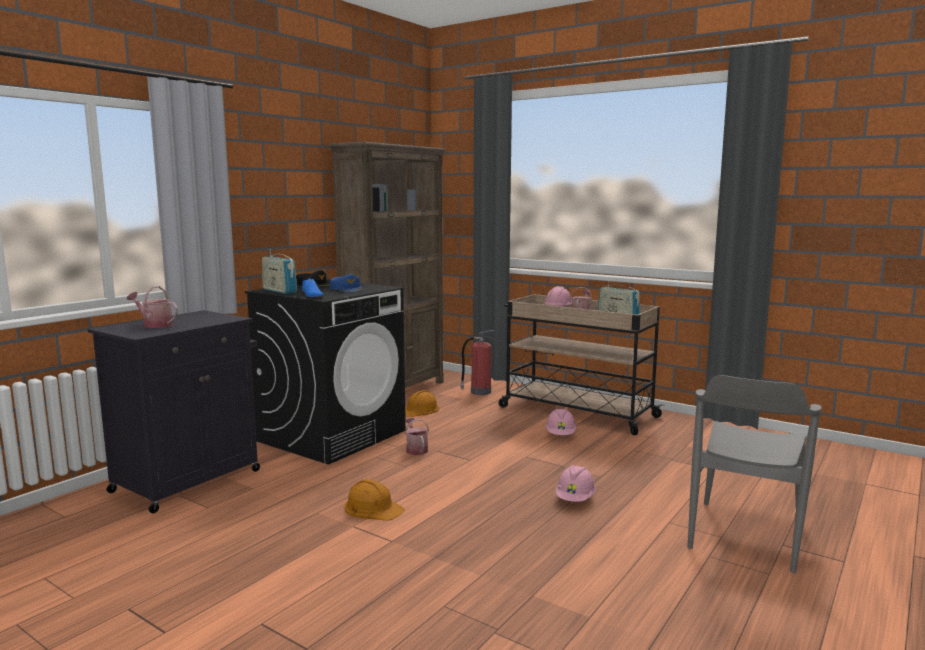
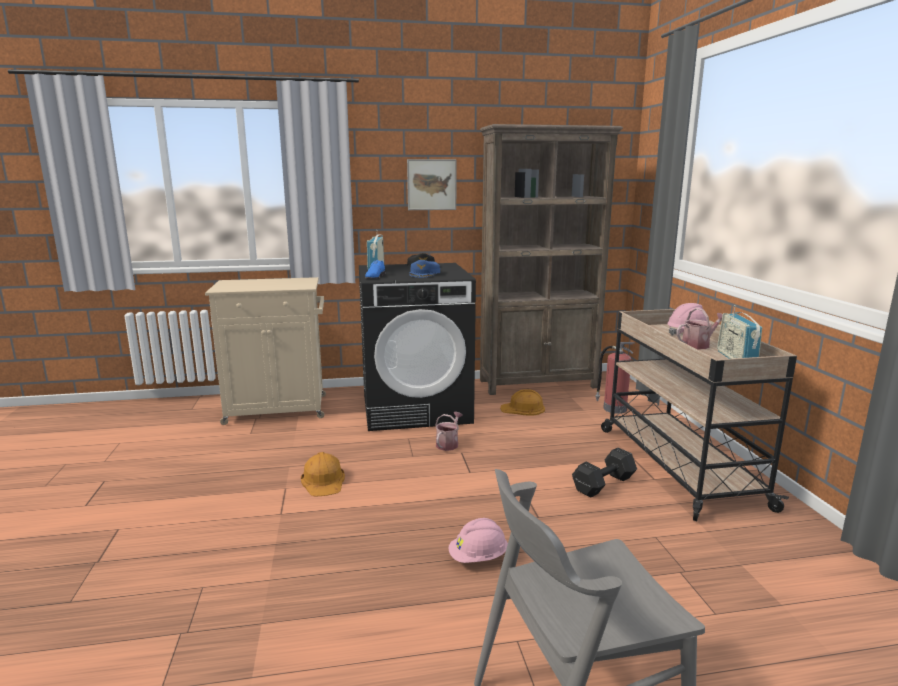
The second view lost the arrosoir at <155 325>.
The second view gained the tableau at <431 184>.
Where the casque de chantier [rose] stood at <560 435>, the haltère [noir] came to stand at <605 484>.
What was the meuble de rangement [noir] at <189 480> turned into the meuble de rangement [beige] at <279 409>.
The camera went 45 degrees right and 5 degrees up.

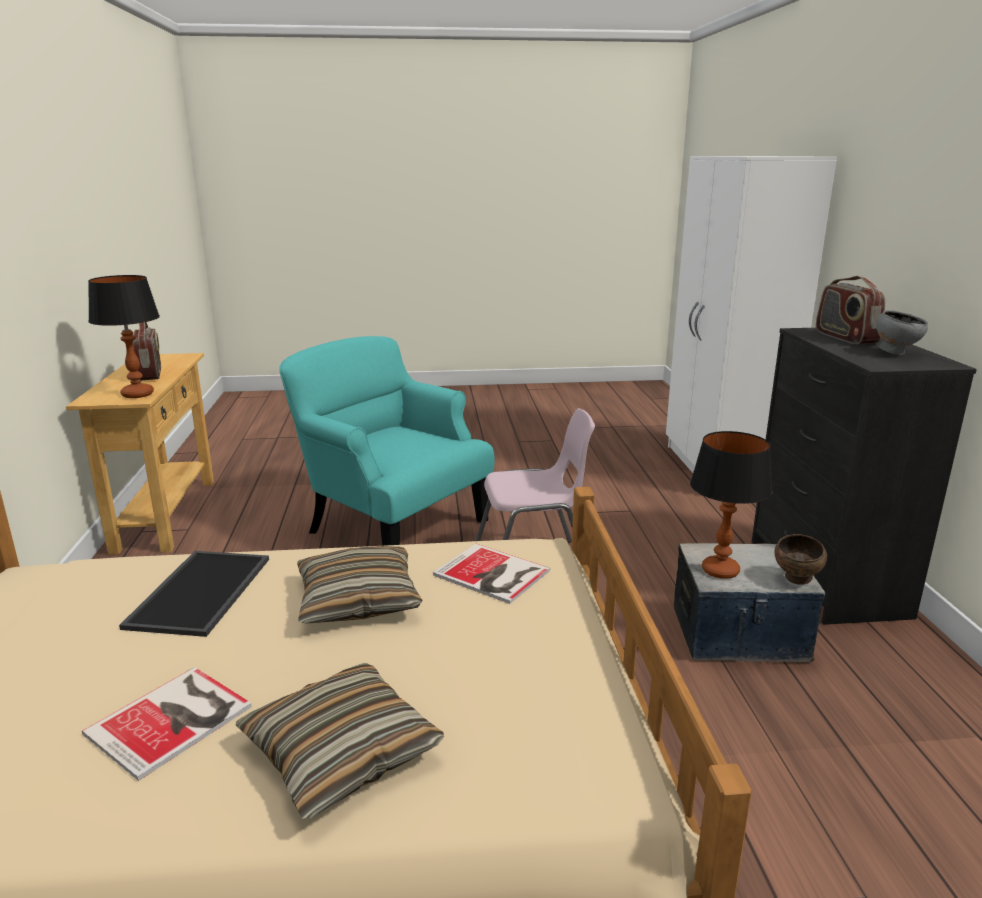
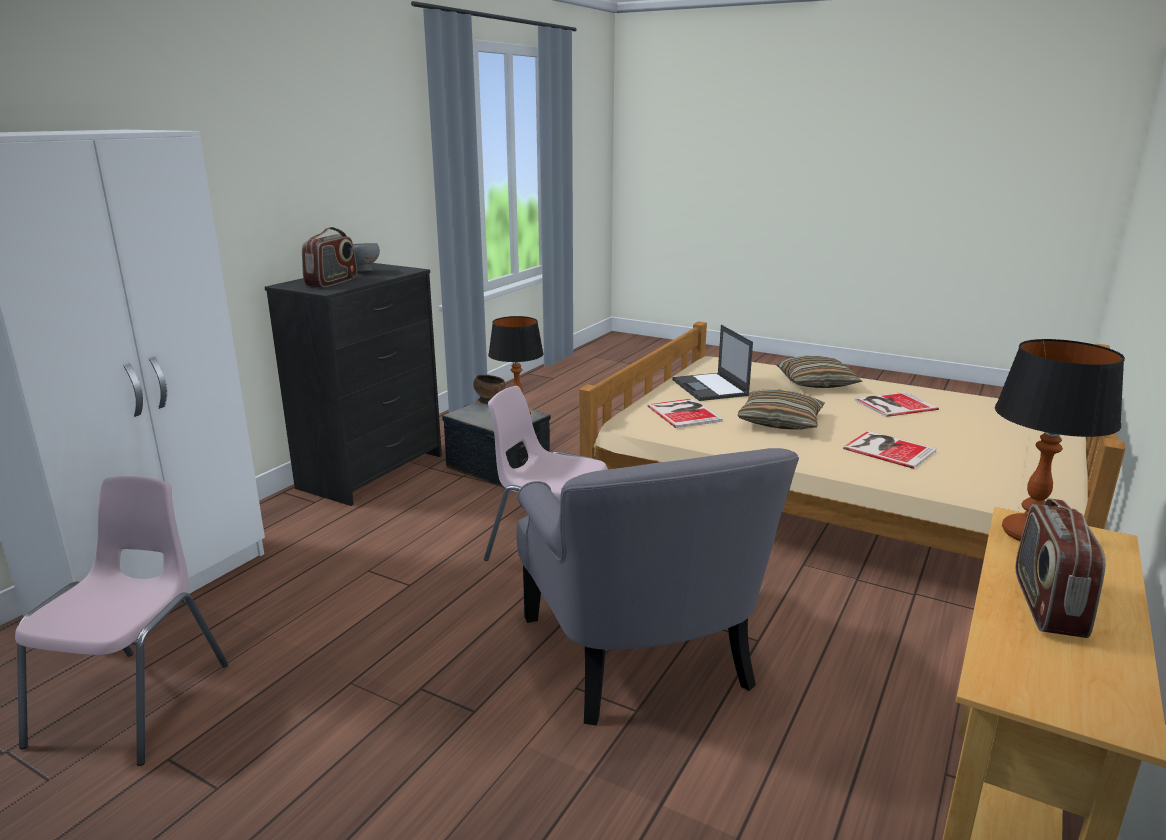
The second view gained the chaise [rose] at <136 702>.
The second view gained the ordinateur portable at <710 388>.
Where the plateau stood at <202 593>, the livre came to stand at <887 449>.
What was the fauteuil [turquoise] at <392 526> turned into the fauteuil [gris] at <642 653>.
The camera went 145 degrees left and 0 degrees up.

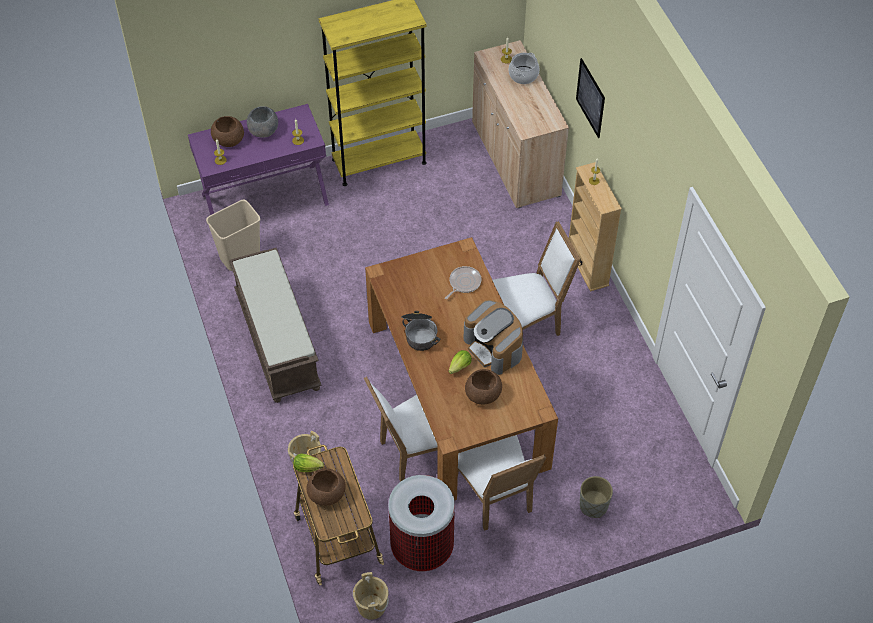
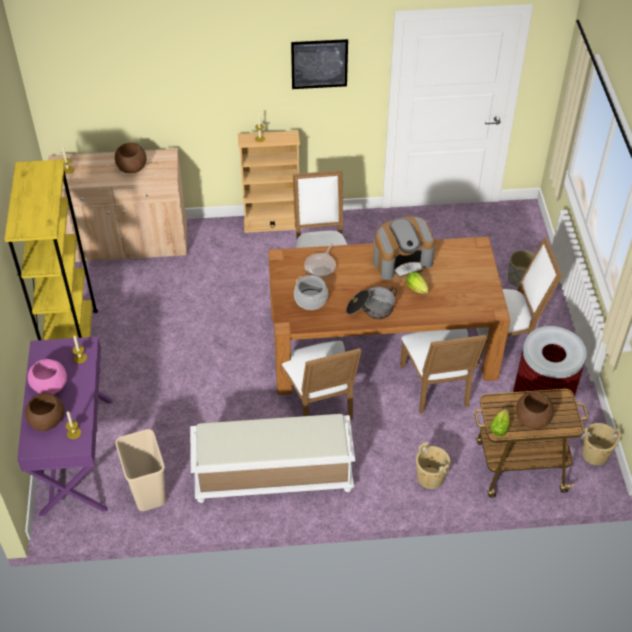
The second view gained the chaise [blanc] at <320 405>.
The bol [marron] ended up elsewhere, having gone from <482 395> to <132 168>.
The marmite ended up elsewhere, having gone from <523 75> to <311 299>.
The tableau ended up elsewhere, having gone from <590 98> to <319 64>.
What was the banc [marron] at <276 340> turned into the banc [blanc] at <272 477>.
What was the bol [gris] at <263 131> turned into the bol [rose] at <50 386>.
The poêle at <463 283> ended up facing another way, 120 degrees counterclockwise from before.
The camera went 75 degrees left and 5 degrees down.

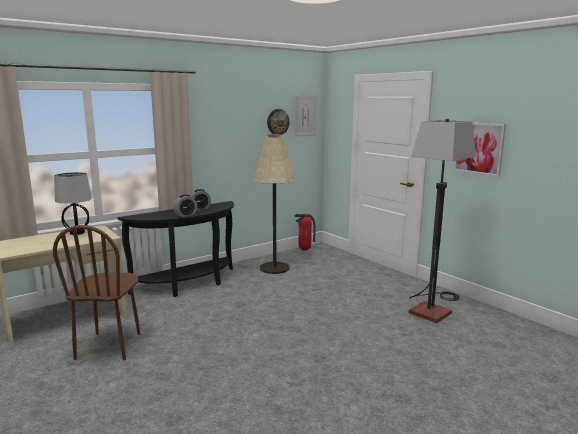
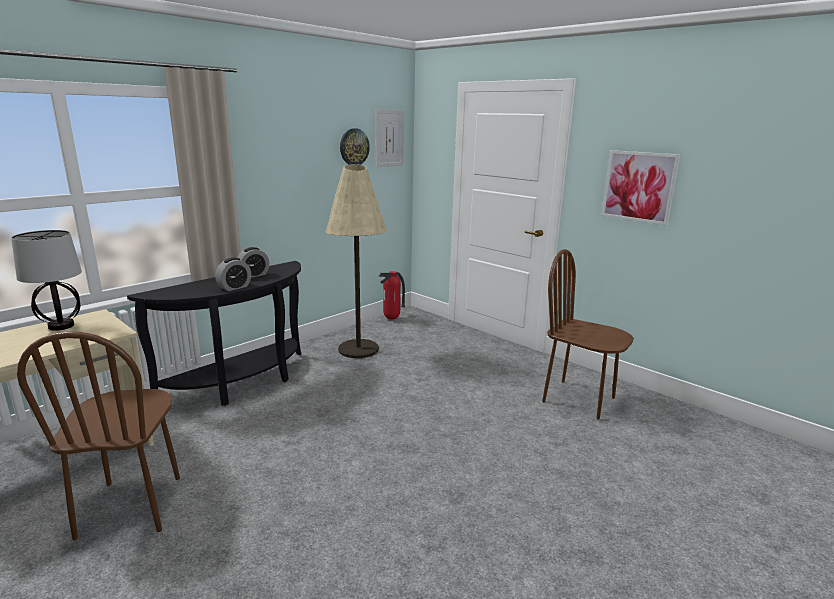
Where the lampadaire stood at <432 308>, the chaise [marron] came to stand at <579 399>.
The camera went 10 degrees left and 5 degrees up.

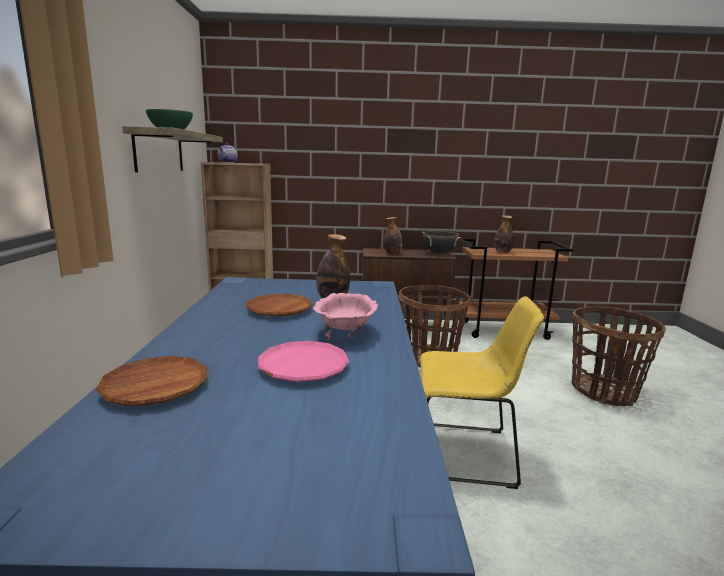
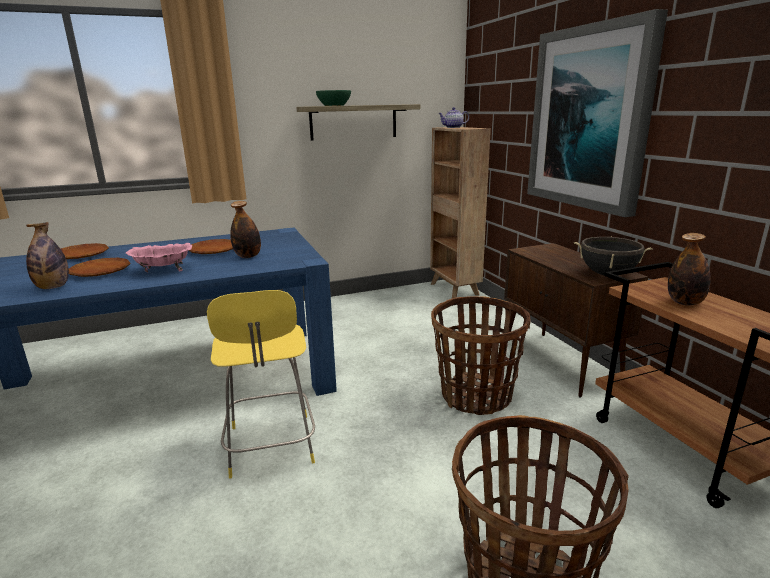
The second view gained the tableau at <589 118>.
The bouteille ended up elsewhere, having gone from <392 254> to <53 287>.
Where the chaise [jaune] stood at <463 453>, the tabouret [jaune] came to stand at <271 447>.
What was the assiette [rose] at <303 367> turned into the assiette [marron] at <100 271>.
The camera went 70 degrees right and 5 degrees up.

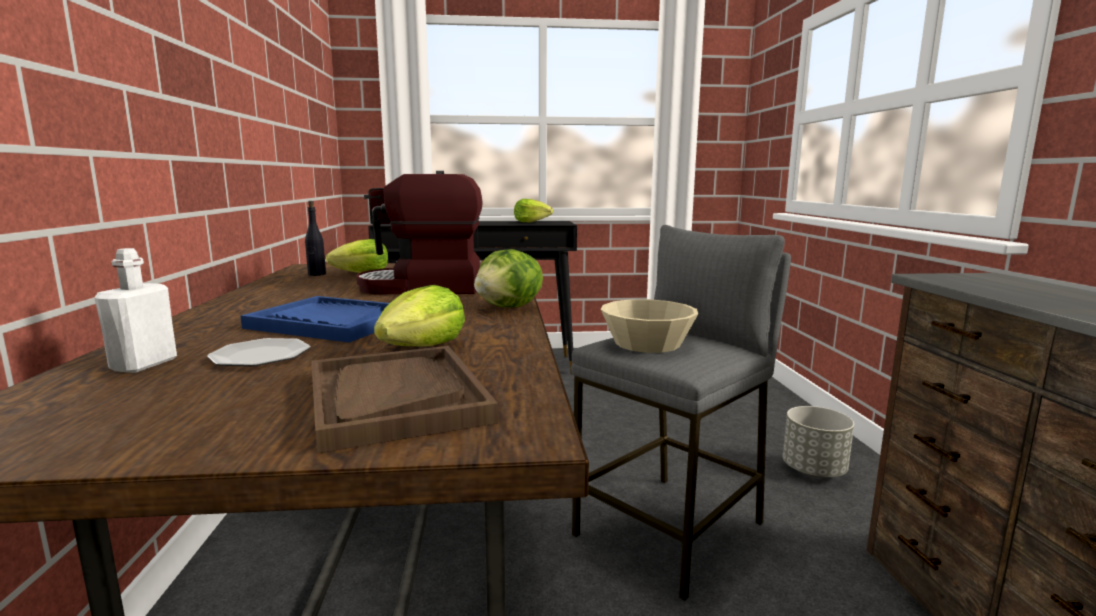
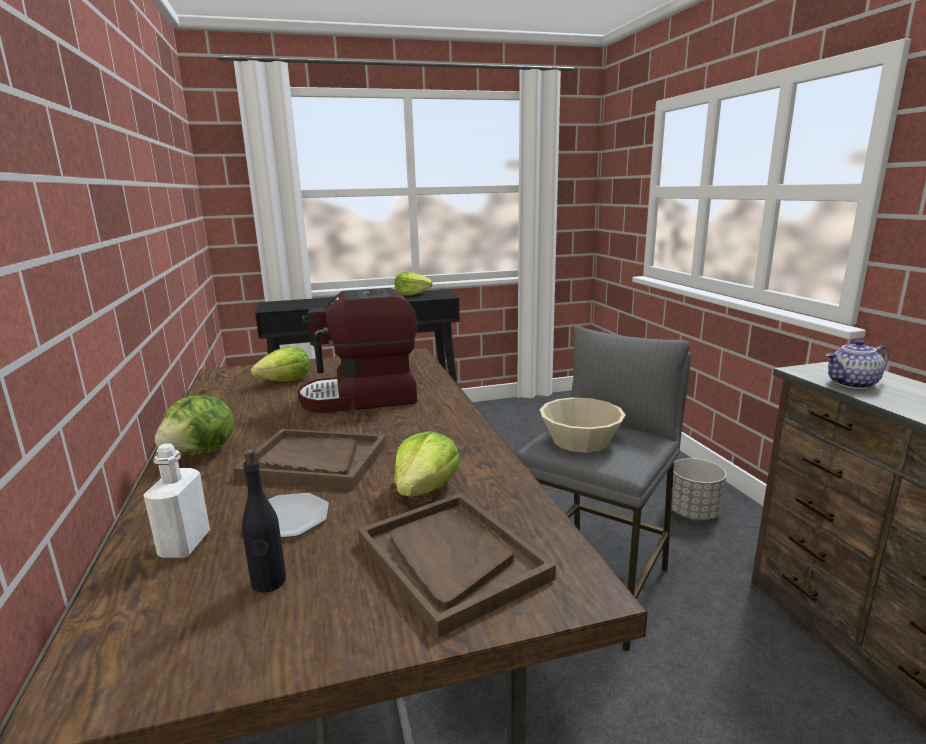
The second view gained the théière at <853 384>.
The bouteille [noir] ended up elsewhere, having gone from <316 274> to <268 582>.
The laitue ended up elsewhere, having gone from <510 307> to <202 453>.
What was the plateau [bleu] at <331 322> turned into the plateau [marron] at <314 461>.
The camera went 10 degrees left and 5 degrees up.

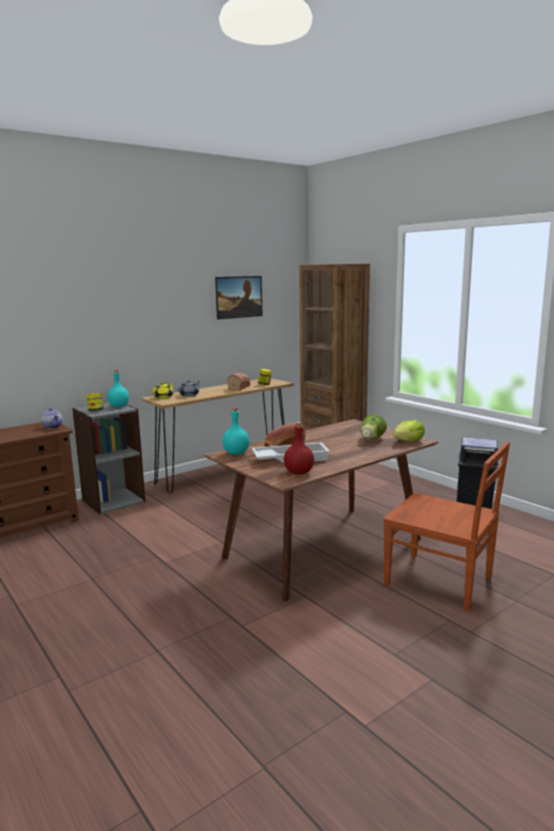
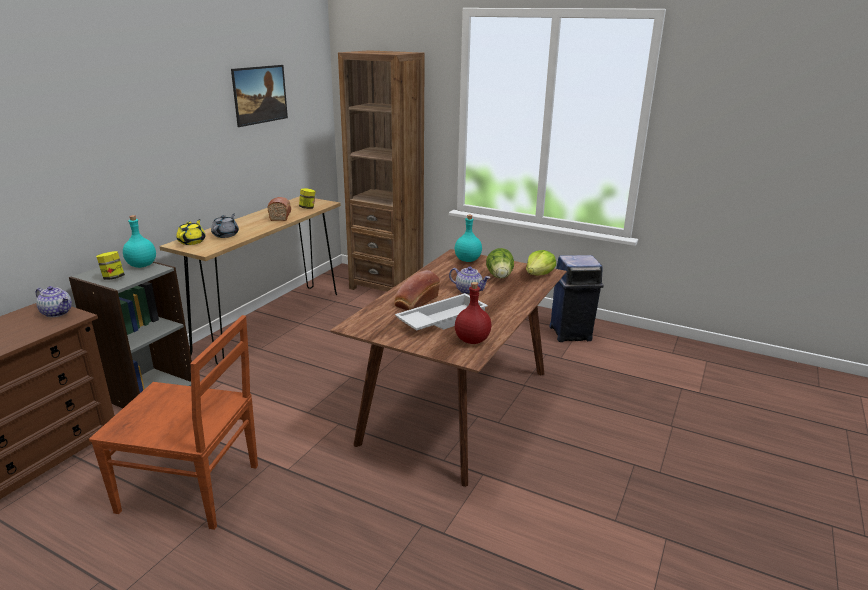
The second view gained the théière at <469 291>.
The bouteille [turquoise] ended up elsewhere, having gone from <236 453> to <468 260>.
The chaise [marron] ended up elsewhere, having gone from <441 582> to <193 489>.
The camera went 25 degrees left and 10 degrees up.

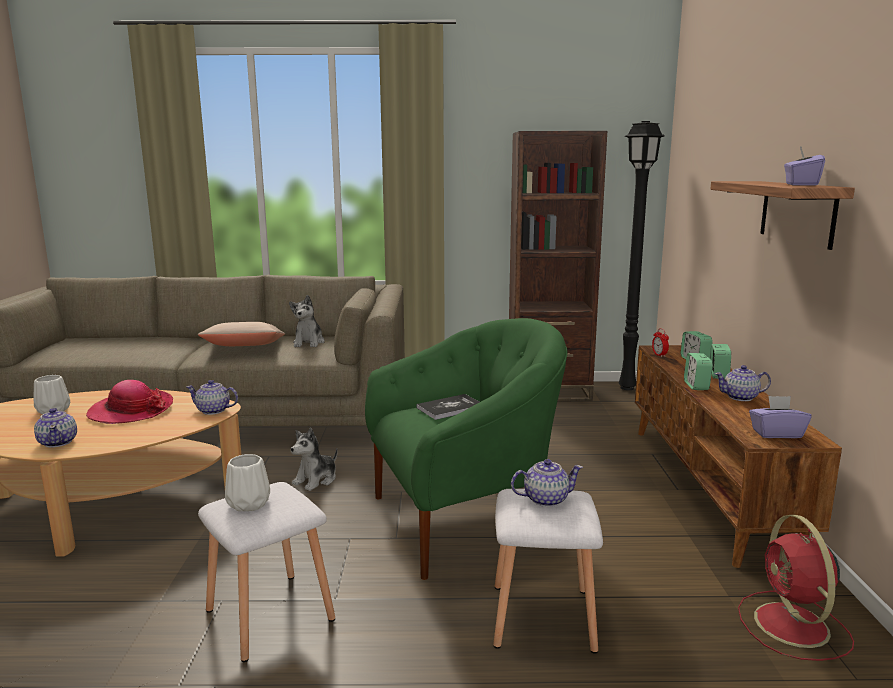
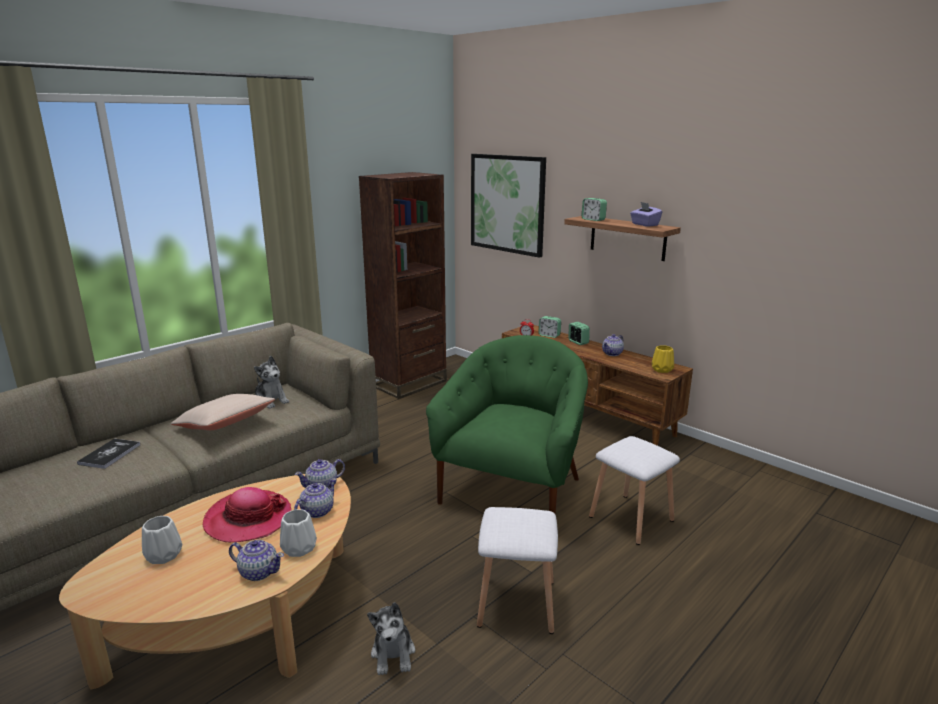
The second view lost the lampadaire [noir] at <628 388>.
The second view lost the ventilateur [rouge] at <793 627>.
The second view gained the tableau at <507 204>.
The vase [blanc] ended up elsewhere, having gone from <250 503> to <300 548>.
The peluche ended up elsewhere, having gone from <316 480> to <393 654>.
The livre ended up elsewhere, having gone from <450 408> to <110 454>.
The théière ended up elsewhere, having gone from <545 499> to <316 511>.
The réveil ended up elsewhere, having gone from <696 386> to <593 220>.
Where the boîte à mouchoirs [violet] stood at <776 433>, the vase [jaune] came to stand at <662 370>.
The camera went 45 degrees left and 5 degrees up.

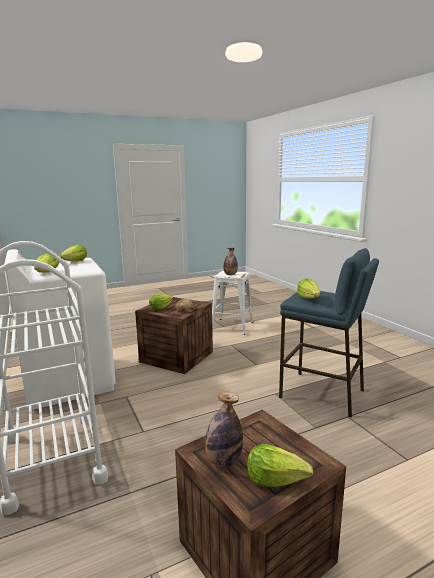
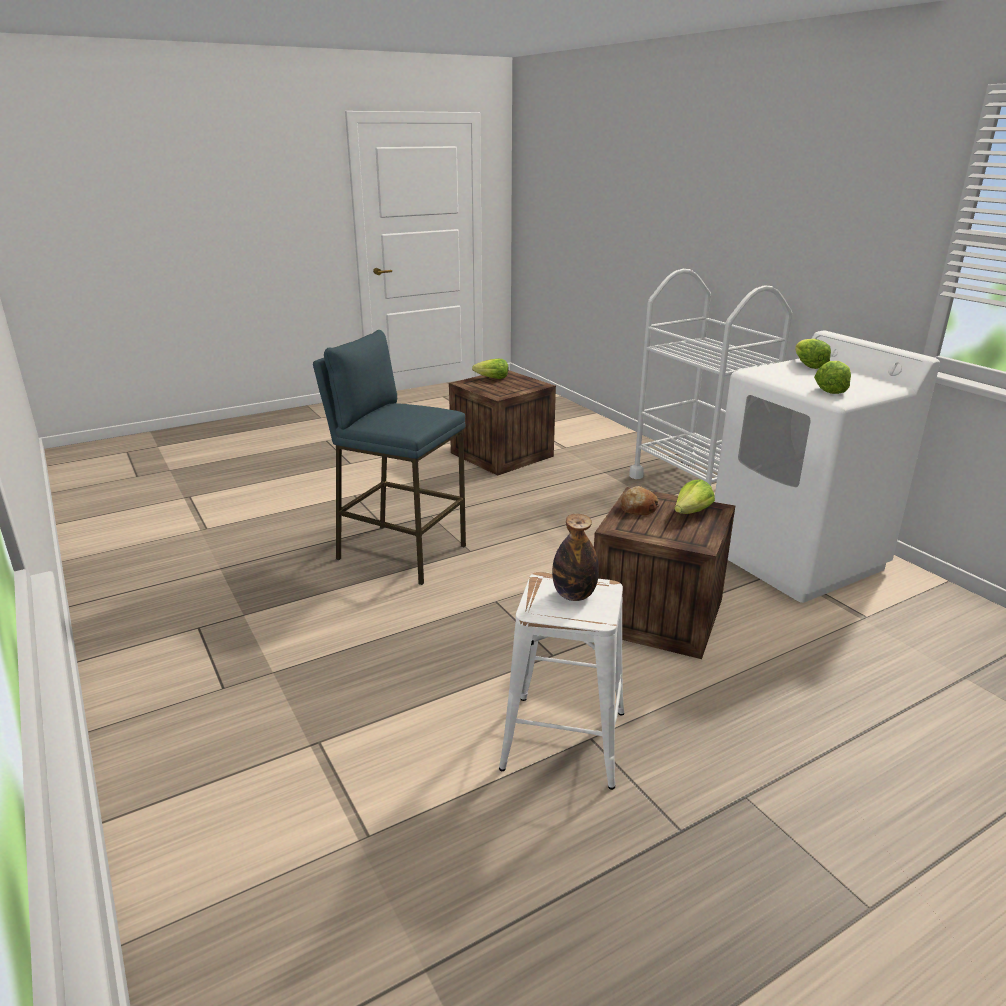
The second view lost the bouteille at <223 461>.
The second view lost the laitue at <309 298>.
The camera went 175 degrees right and 10 degrees up.

